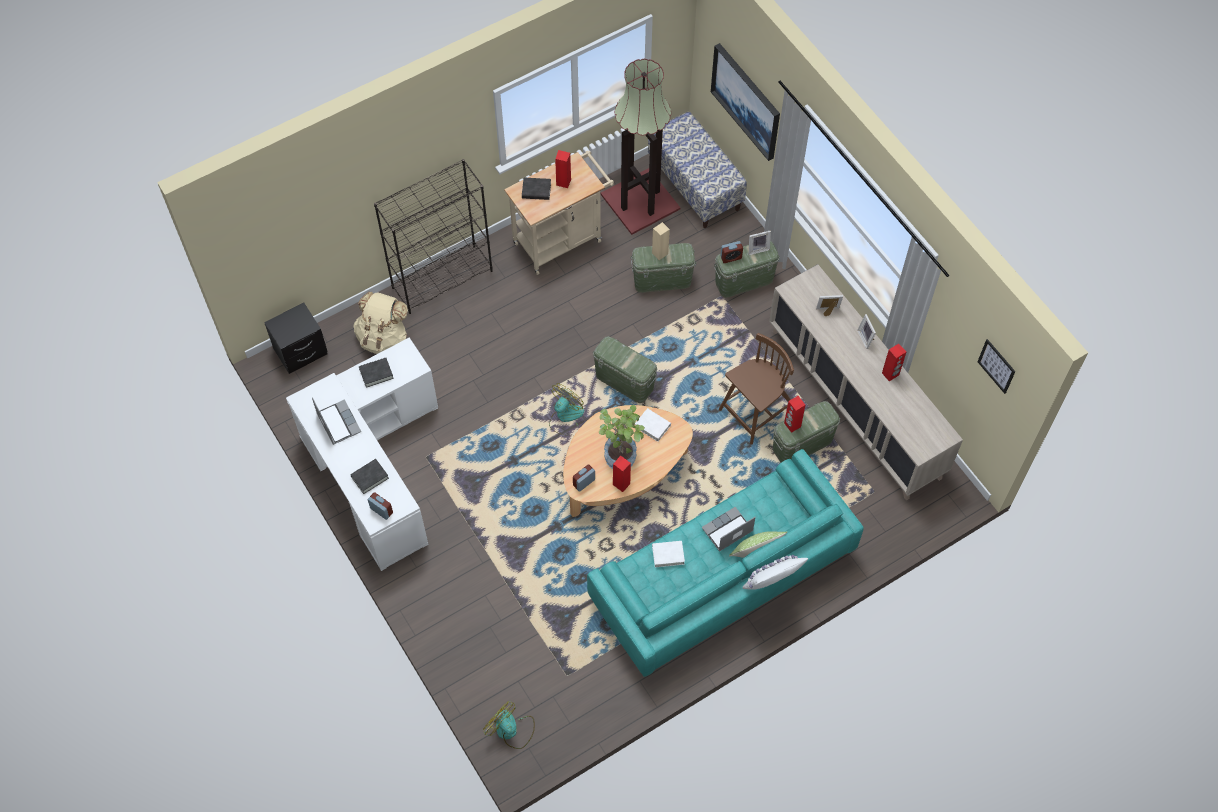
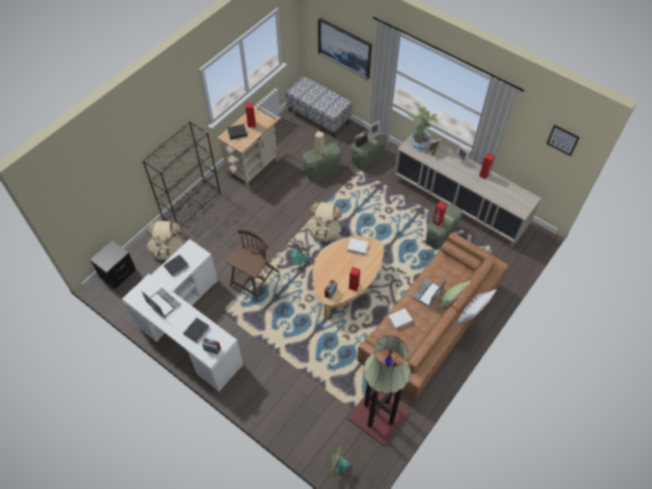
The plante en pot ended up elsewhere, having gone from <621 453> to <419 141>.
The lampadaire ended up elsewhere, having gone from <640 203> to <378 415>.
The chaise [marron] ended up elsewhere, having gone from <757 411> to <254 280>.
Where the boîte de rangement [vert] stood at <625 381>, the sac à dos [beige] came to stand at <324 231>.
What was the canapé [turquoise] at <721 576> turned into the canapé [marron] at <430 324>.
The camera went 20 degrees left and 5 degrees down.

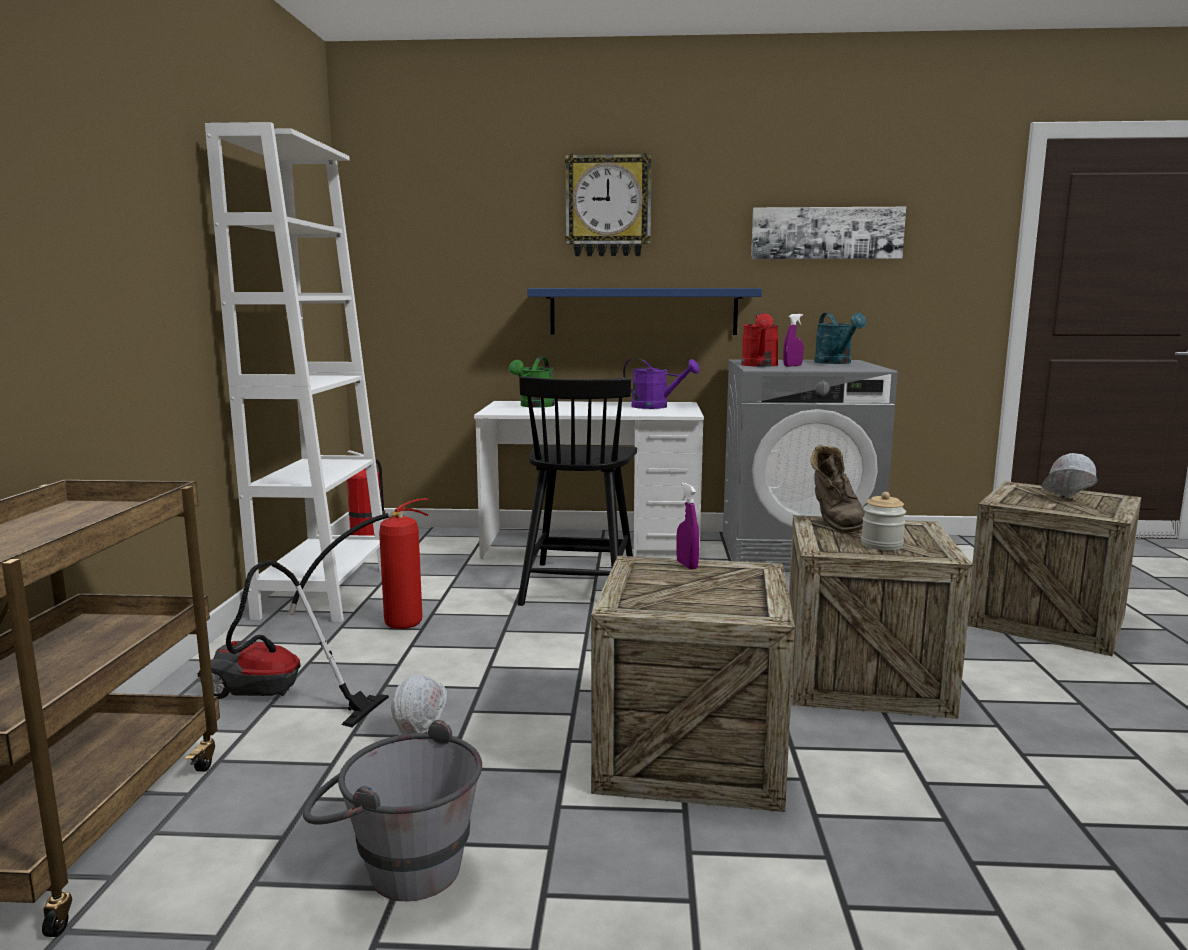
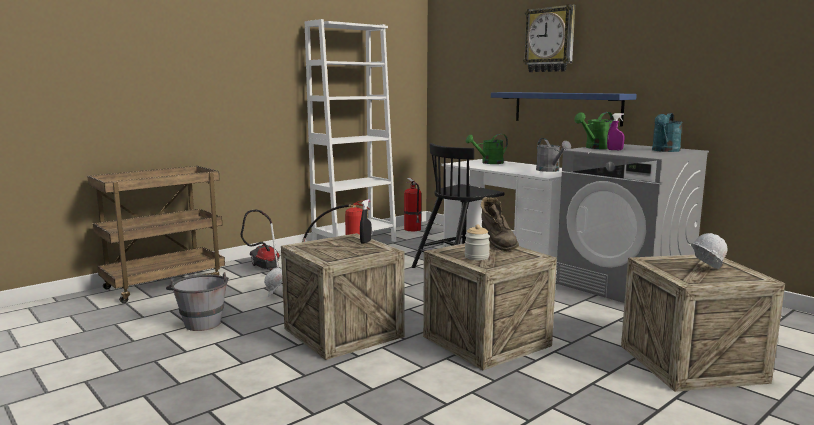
The second view lost the tableau at <826 233>.
What was the arrosoir [violet] at <656 407> turned into the arrosoir [gris] at <550 170>.
What was the vaporisateur [violet] at <687 565> turned into the vaporisateur [noir] at <365 242>.
What was the arrosoir [rouge] at <760 365> turned into the arrosoir [vert] at <596 148>.
The botte [marron] at <835 523> ended up facing another way, 60 degrees counterclockwise from before.
The camera went 45 degrees right and 0 degrees up.

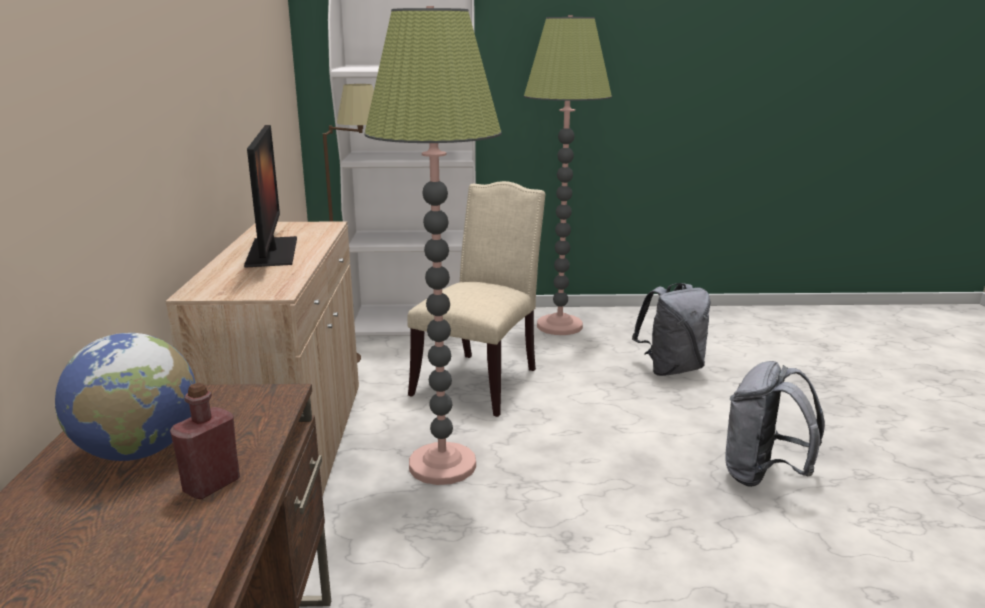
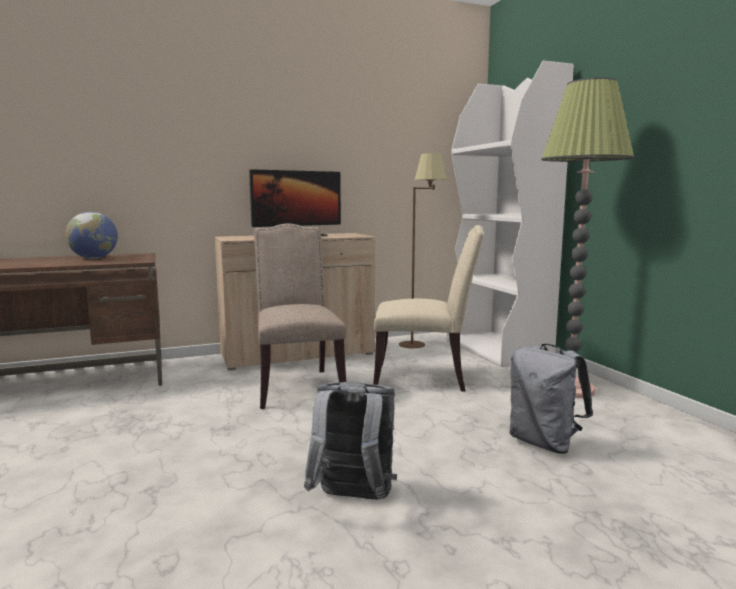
The second view lost the bouteille [rouge] at <211 485>.
Where the lampadaire stood at <442 465>, the chaise [beige] came to stand at <297 386>.
The camera went 70 degrees right and 10 degrees down.

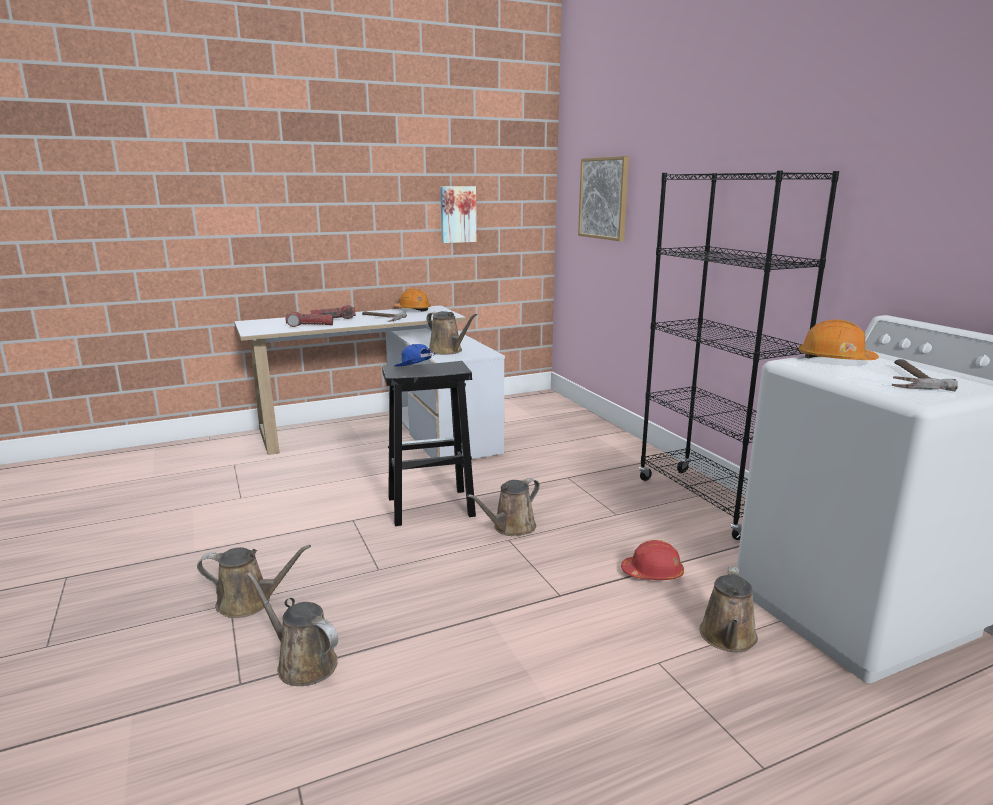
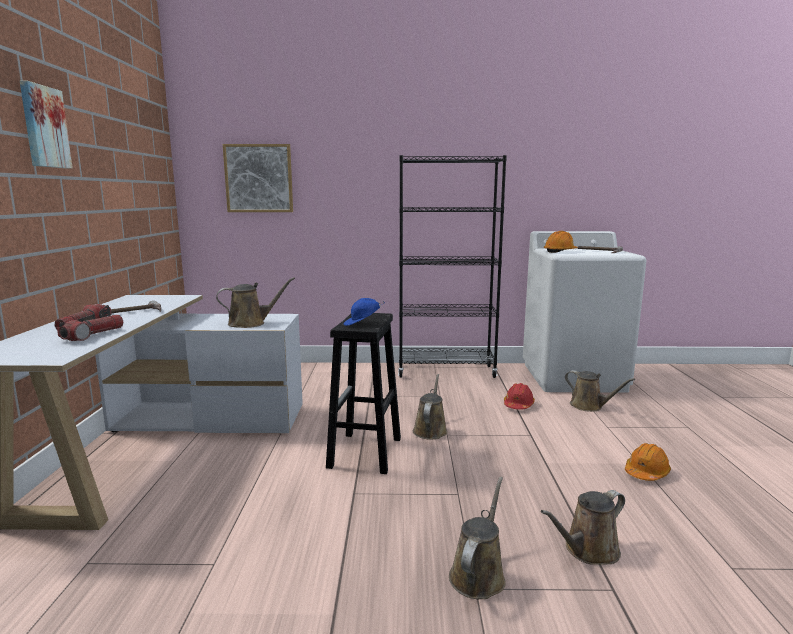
The casque de chantier [orange] ended up elsewhere, having gone from <413 310> to <646 472>.
The tableau ended up elsewhere, having gone from <457 214> to <43 127>.
The arrosoir [marron] at <511 528> ended up facing another way, 150 degrees counterclockwise from before.
The camera went 65 degrees left and 5 degrees down.

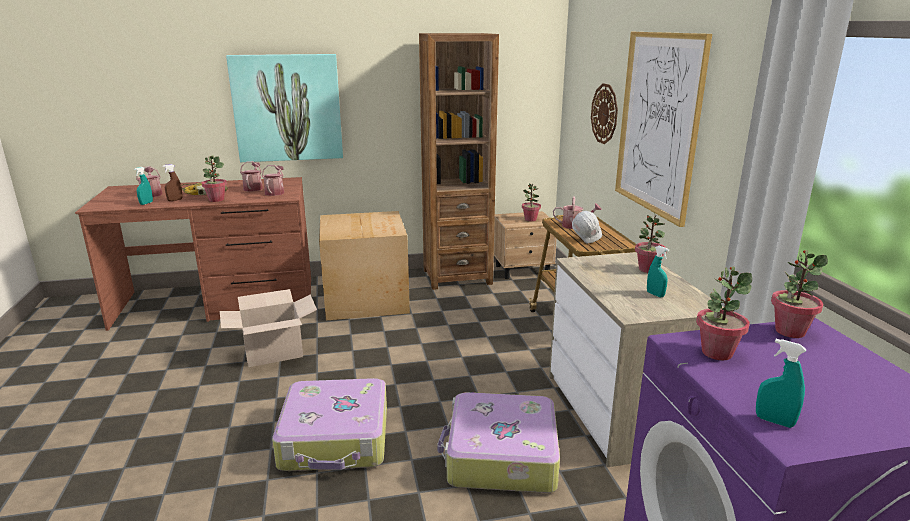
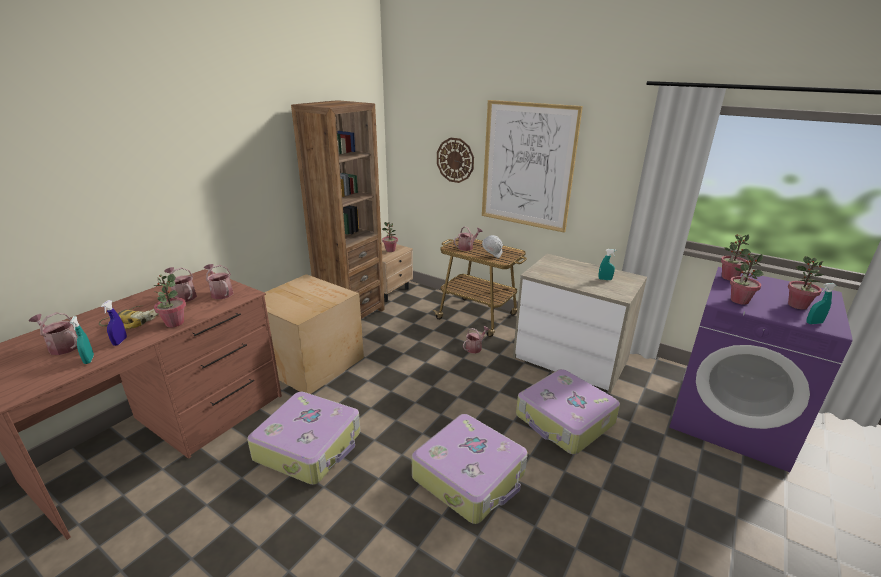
The second view lost the tableau at <287 108>.
The second view gained the arrosoir at <475 348>.
The plante en pot ended up elsewhere, having gone from <647 269> to <797 305>.
Where the carton stood at <273 352>, the valise came to stand at <310 445>.
What was the vaporisateur [marron] at <175 200> turned into the vaporisateur [bleu] at <120 342>.
The camera went 45 degrees left and 5 degrees up.

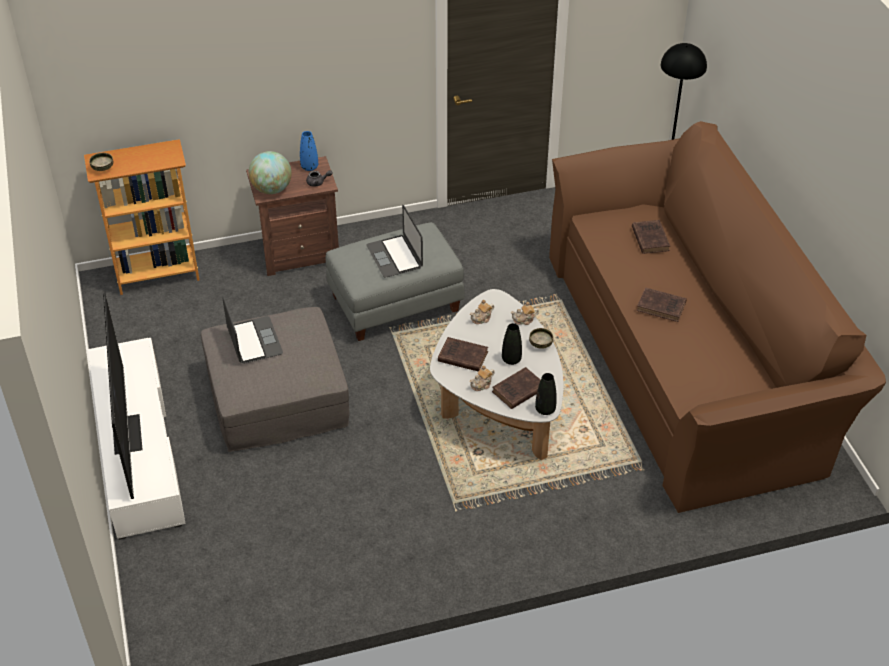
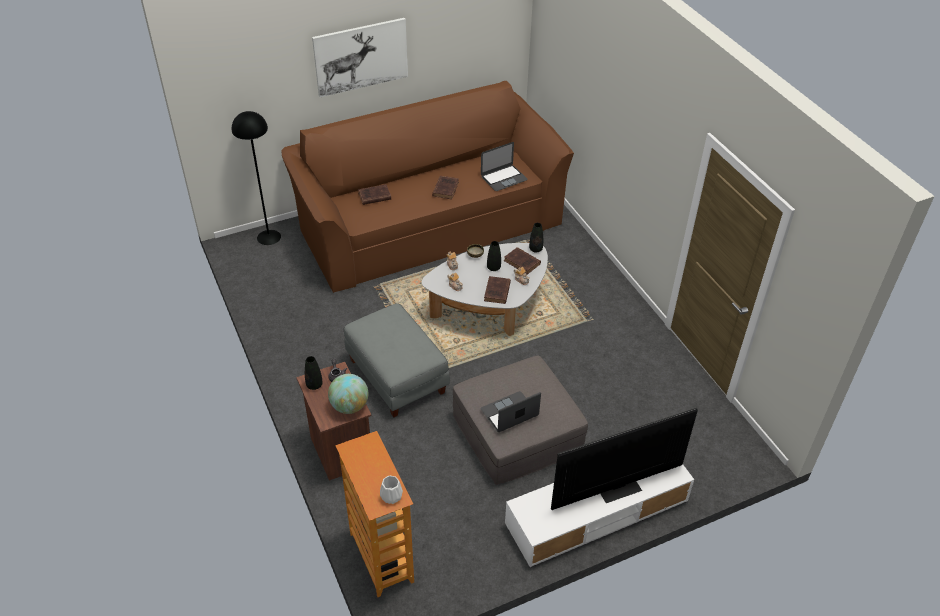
The second view gained the tableau at <361 57>.
The ordinateur portable ended up elsewhere, having gone from <394 256> to <504 178>.
Where the bol stood at <102 168>, the vase [blanc] came to stand at <391 496>.
What was the vase [bleu] at <309 167> turned into the vase [noir] at <314 385>.
The camera went 100 degrees left and 0 degrees up.

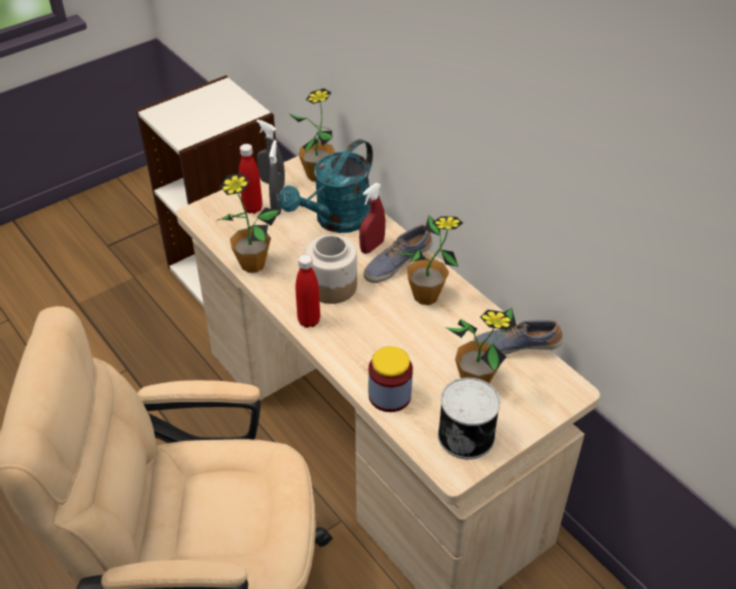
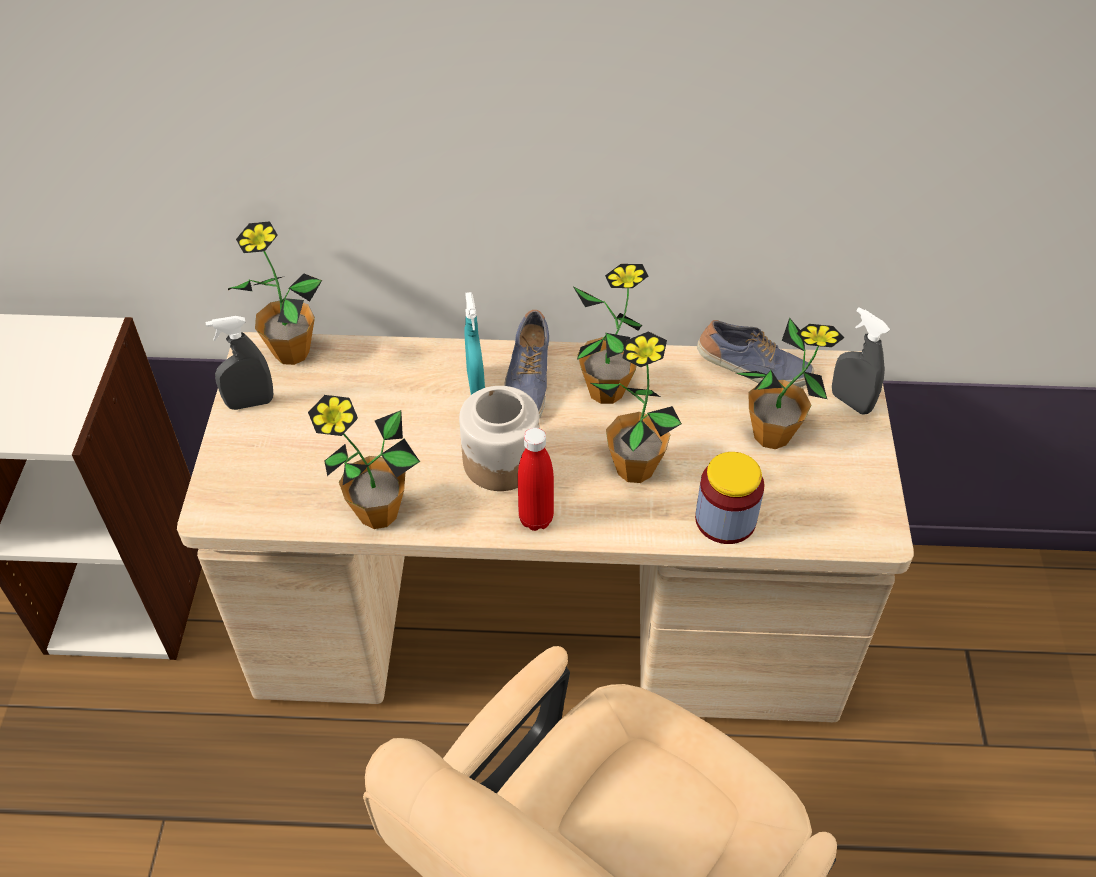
The second view lost the bouteille [rouge] at <252 208>.
The second view lost the arrosoir [turquoise] at <336 221>.
The second view lost the boîte métallique at <467 435>.
The second view gained the plante en pot at <635 468>.
The vaporisateur [gris] ended up elsewhere, having gone from <277 207> to <850 402>.
What was the vaporisateur [rouge] at <372 247> turned into the vaporisateur [turquoise] at <476 384>.
The chaussure at <516 346> ended up facing another way, 120 degrees counterclockwise from before.
The camera went 50 degrees left and 5 degrees up.

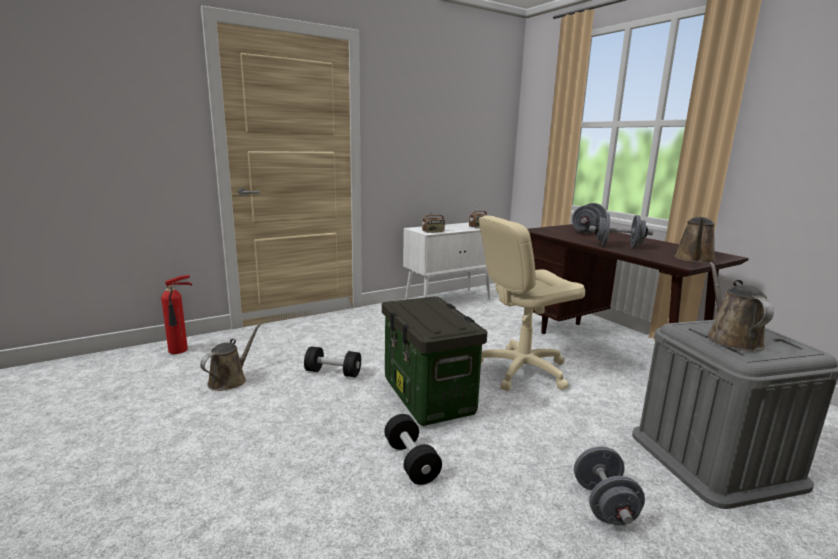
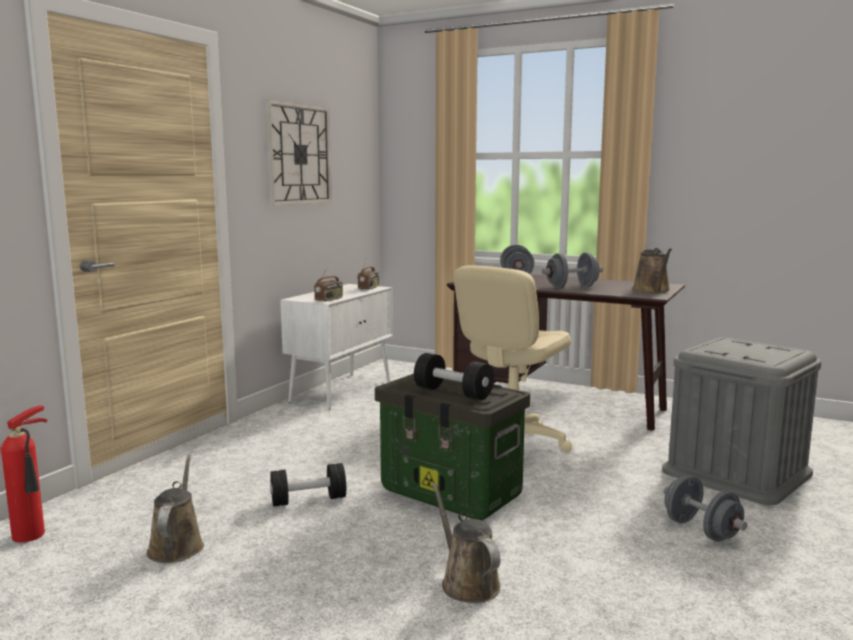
The second view gained the horloge murale at <299 154>.
The haltère [noir] ended up elsewhere, having gone from <411 461> to <453 392>.
The arrosoir [marron] ended up elsewhere, having gone from <731 338> to <467 582>.
The camera went 30 degrees left and 5 degrees down.

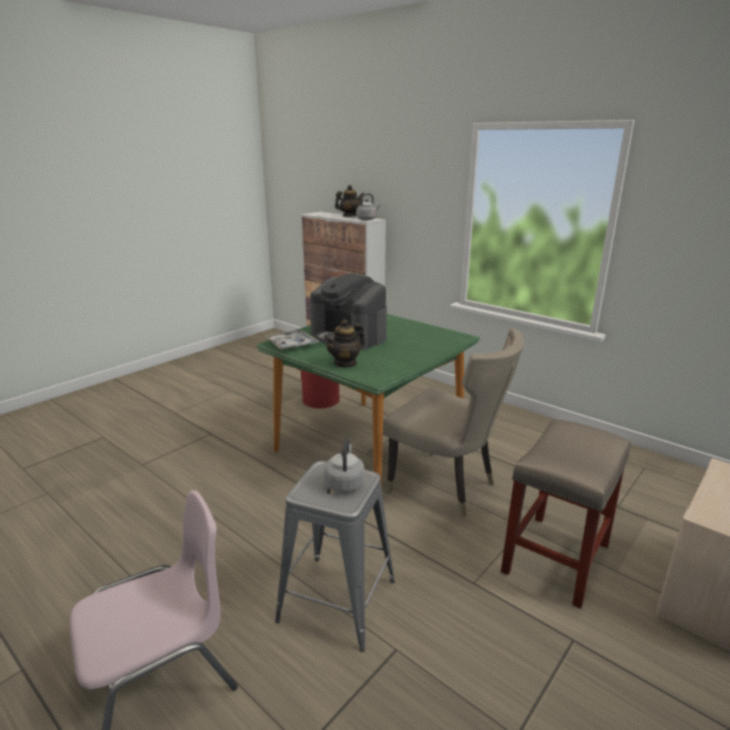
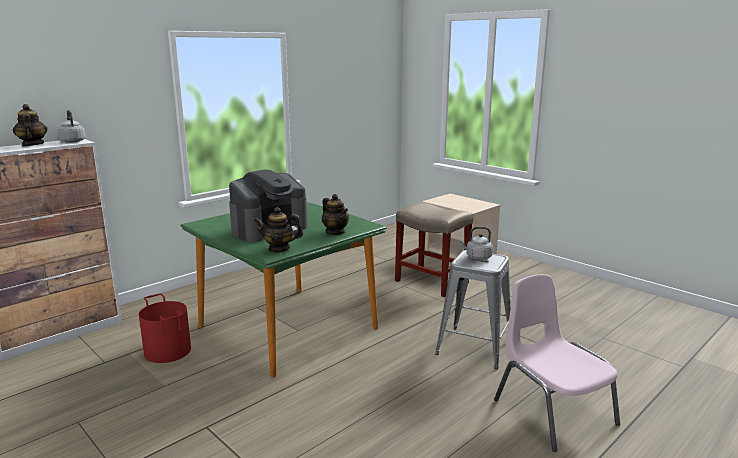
The second view lost the chaise [beige] at <446 486>.
Where the plateau stood at <291 345>, the théière came to stand at <279 248>.
The camera went 85 degrees left and 5 degrees down.

